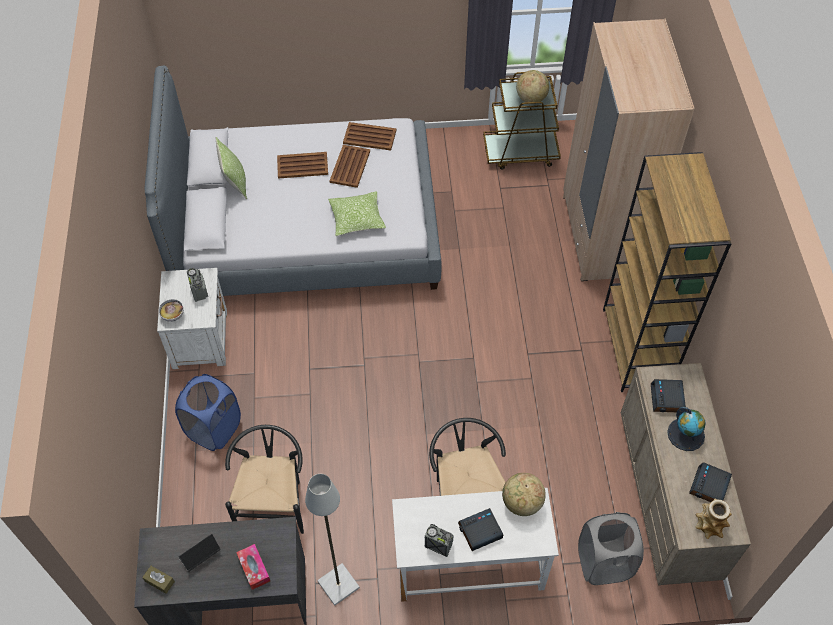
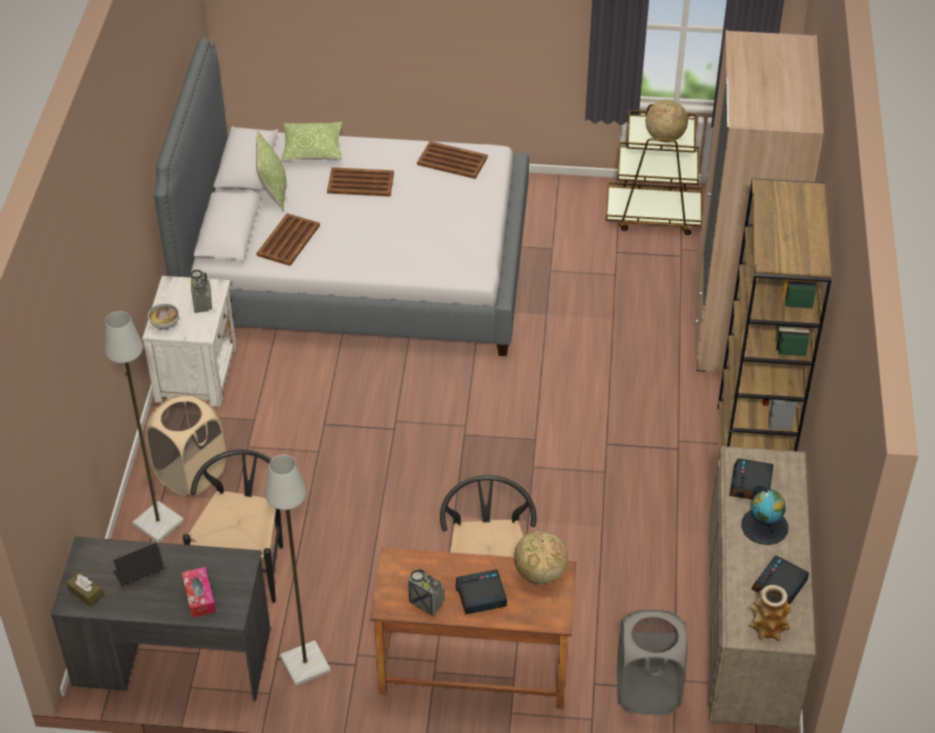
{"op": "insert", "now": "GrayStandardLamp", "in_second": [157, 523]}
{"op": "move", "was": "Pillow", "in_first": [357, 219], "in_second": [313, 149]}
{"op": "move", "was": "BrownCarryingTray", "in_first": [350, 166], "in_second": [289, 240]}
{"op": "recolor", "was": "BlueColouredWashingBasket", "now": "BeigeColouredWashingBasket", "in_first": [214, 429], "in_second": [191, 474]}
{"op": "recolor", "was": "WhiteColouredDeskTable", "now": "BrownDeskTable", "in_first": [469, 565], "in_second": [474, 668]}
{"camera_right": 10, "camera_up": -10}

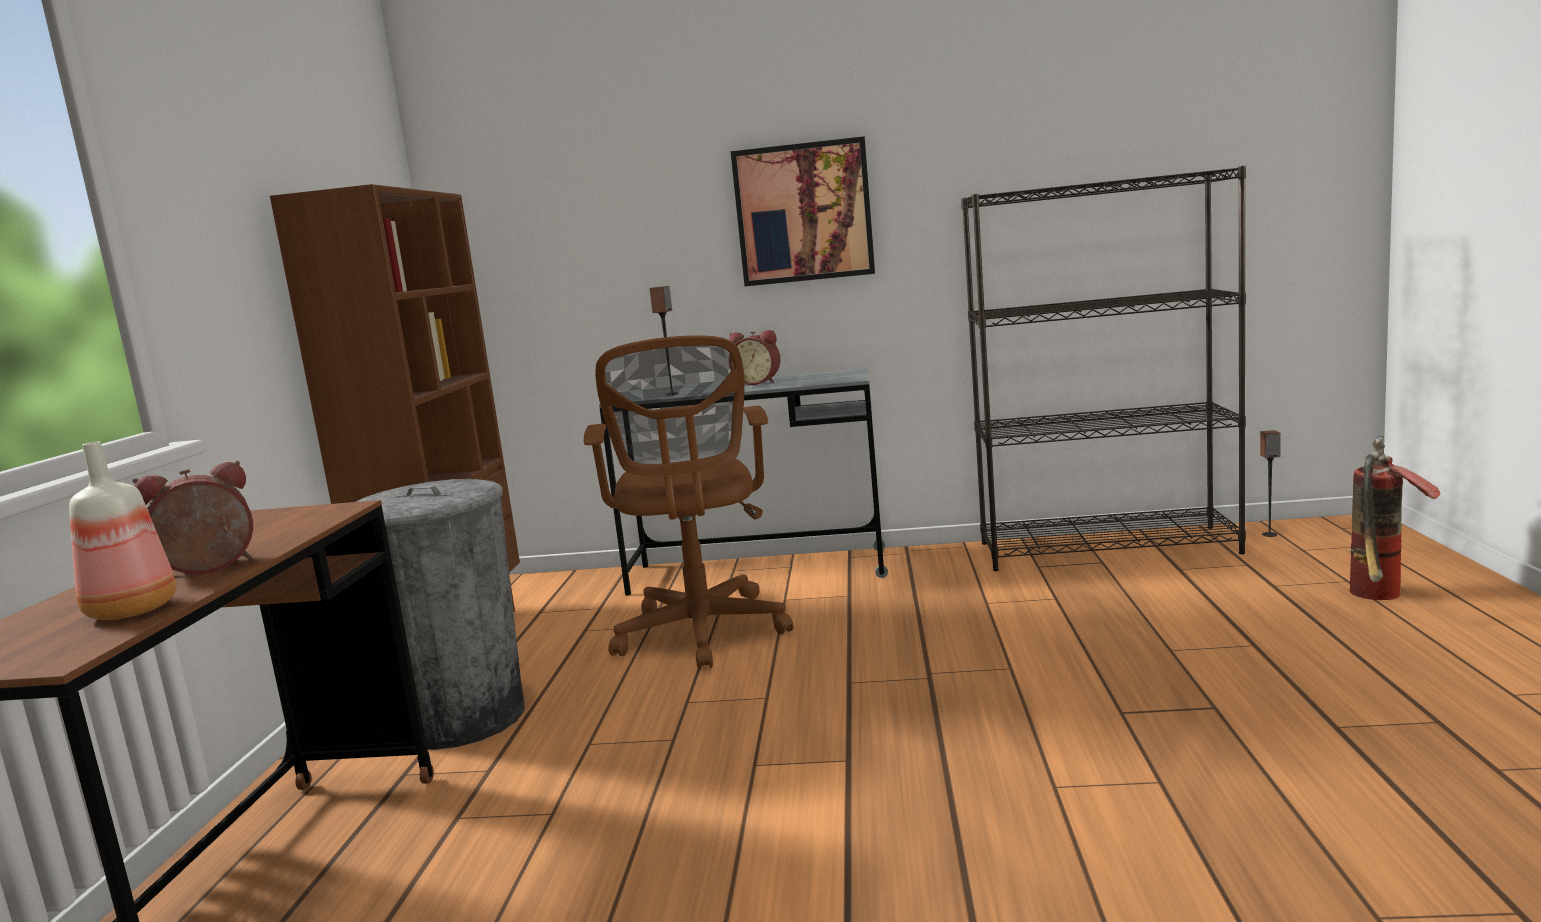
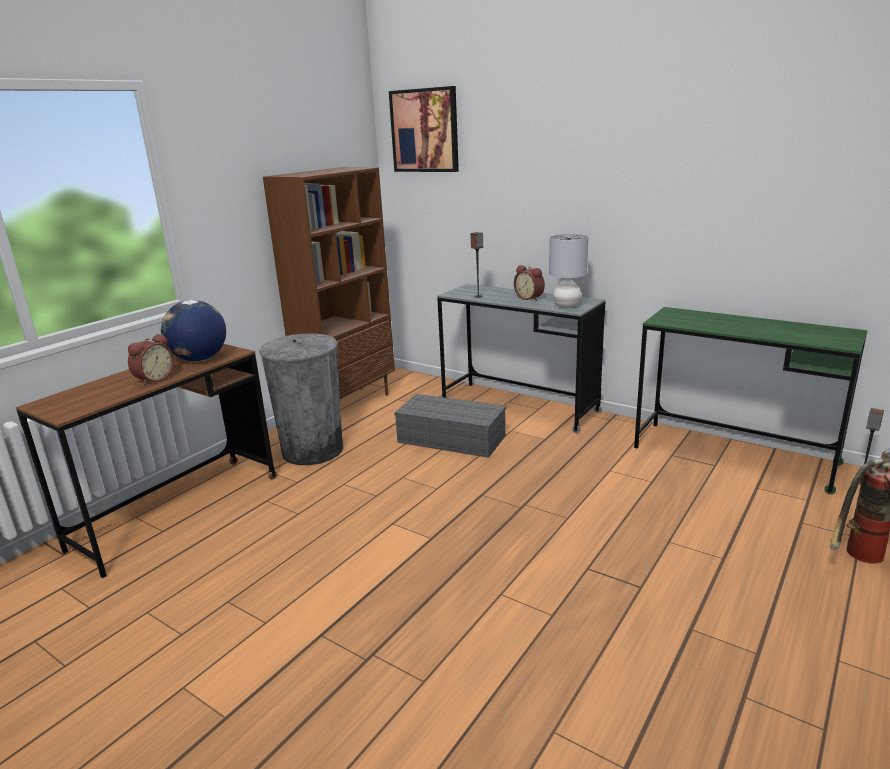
{"op": "delete", "was": "DrinkBottle", "in_first": [133, 611]}
{"op": "insert", "now": "DeskGlobe", "in_second": [199, 359]}
{"op": "insert", "now": "GrayLampForATable", "in_second": [567, 305]}
{"op": "move", "was": "WallArt", "in_first": [803, 213], "in_second": [425, 130]}
{"op": "replace", "was": "BrownDeskChair", "now": "GrayStorageContainer", "in_first": [701, 634], "in_second": [449, 439]}
{"op": "replace", "was": "BlackishBookshelf", "now": "GreenishDeskTable", "in_first": [1107, 548], "in_second": [733, 455]}
{"op": "rotate", "was": "AlarmClock", "in_first": [209, 569], "in_second": [153, 379], "clockwise": 120}
{"camera_right": 30, "camera_up": 10}

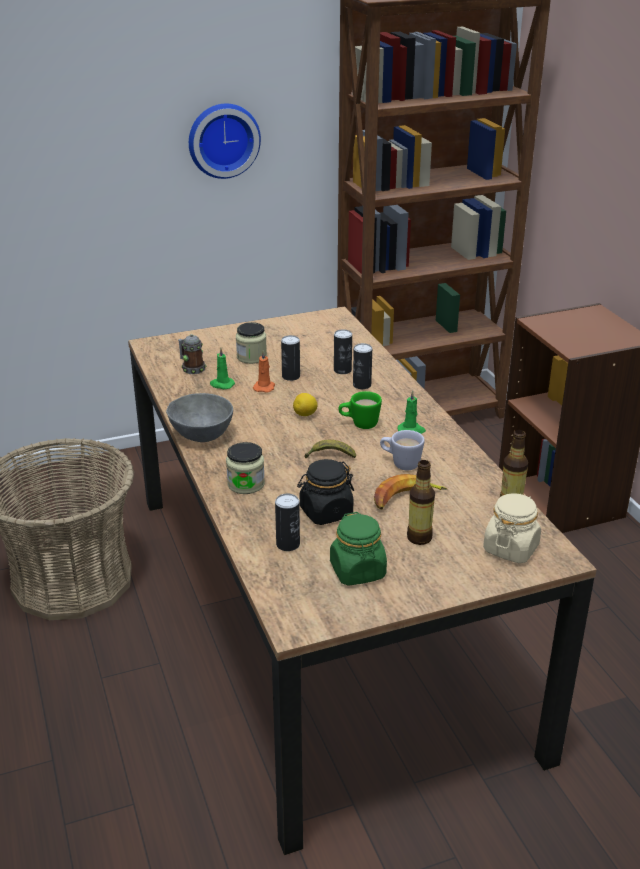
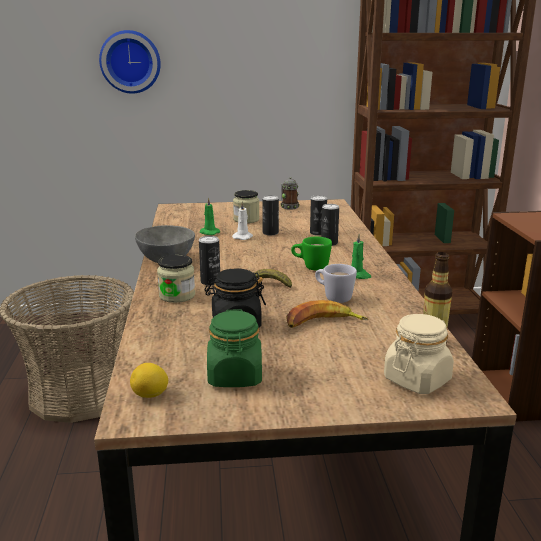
{"op": "delete", "was": "DrinkBottle", "in_first": [419, 538]}
{"op": "move", "was": "CoffeeMug", "in_first": [191, 368], "in_second": [288, 206]}
{"op": "move", "was": "ClockOnTheWall", "in_first": [223, 139], "in_second": [130, 62]}
{"op": "move", "was": "MetalCan", "in_first": [288, 544], "in_second": [210, 282]}
{"op": "move", "was": "WholeLemon", "in_first": [305, 415], "in_second": [150, 395]}
{"op": "recolor", "was": "OrangeCandle", "now": "WhiteColouredCandle", "in_first": [264, 387], "in_second": [243, 237]}
{"camera_right": 15, "camera_up": -10}

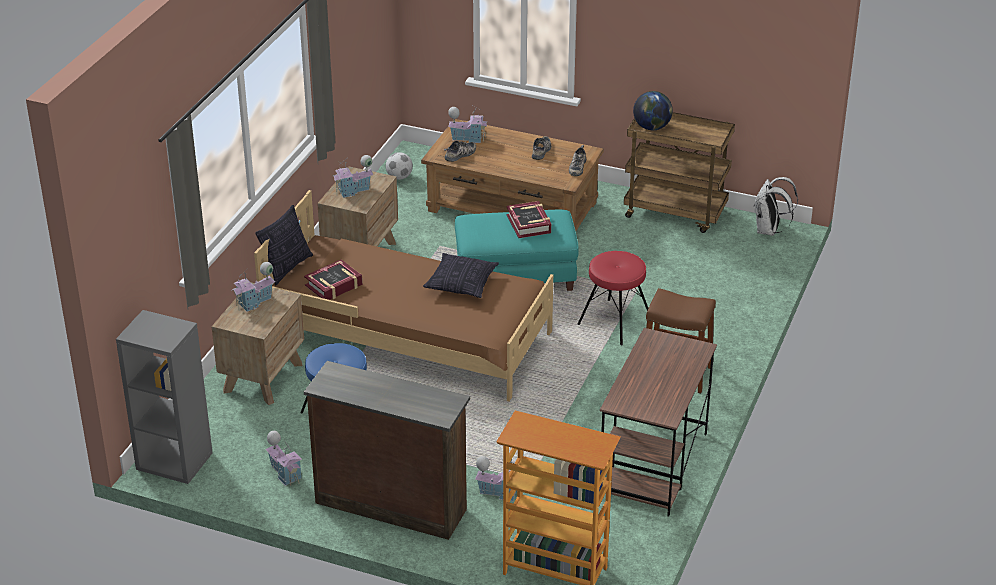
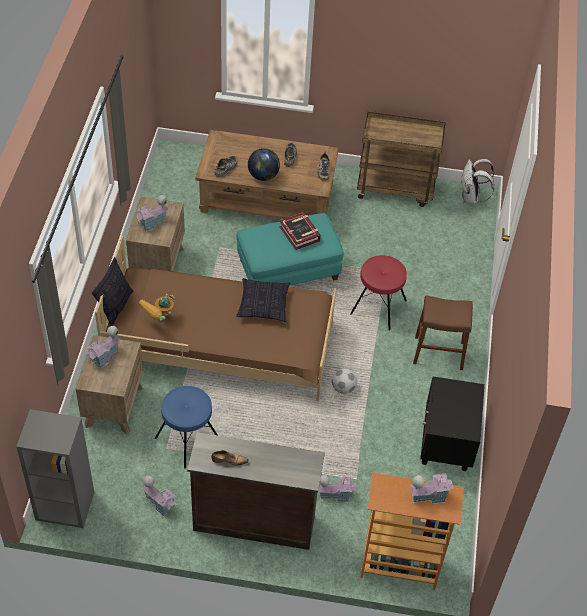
{"op": "insert", "now": "LowShoe", "in_second": [229, 460]}
{"op": "move", "was": "BallForFootball", "in_first": [399, 177], "in_second": [343, 388]}
{"op": "move", "was": "ToyHouse", "in_first": [468, 138], "in_second": [428, 496]}
{"op": "move", "was": "DeskGlobe", "in_first": [652, 127], "in_second": [263, 175]}
{"op": "replace", "was": "Book", "now": "ToyRobot", "in_first": [334, 285], "in_second": [160, 321]}
{"op": "replace", "was": "BrownDeskTable", "now": "BlackishBedsideTable", "in_first": [653, 465], "in_second": [446, 448]}
{"camera_right": -15, "camera_up": 15}

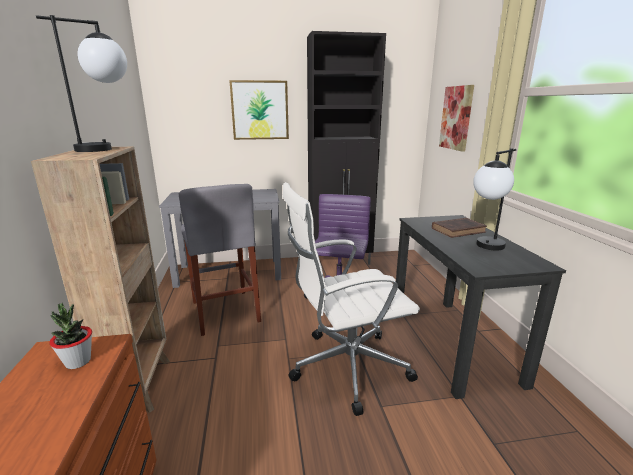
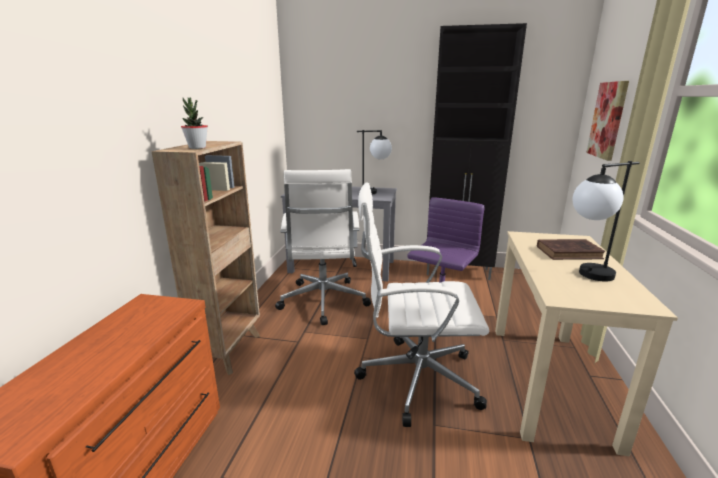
{"op": "delete", "was": "WallArt", "in_first": [260, 110]}
{"op": "move", "was": "LampForATable", "in_first": [109, 149], "in_second": [375, 192]}
{"op": "move", "was": "Houseplant", "in_first": [78, 362], "in_second": [197, 148]}
{"op": "replace", "was": "GrayStool", "now": "WhiteColouredDeskChair", "in_first": [225, 311], "in_second": [323, 302]}
{"op": "recolor", "was": "BlackishDeskTable", "now": "BeigeColouredDeskTable", "in_first": [452, 342], "in_second": [548, 381]}
{"camera_right": 20, "camera_up": 0}

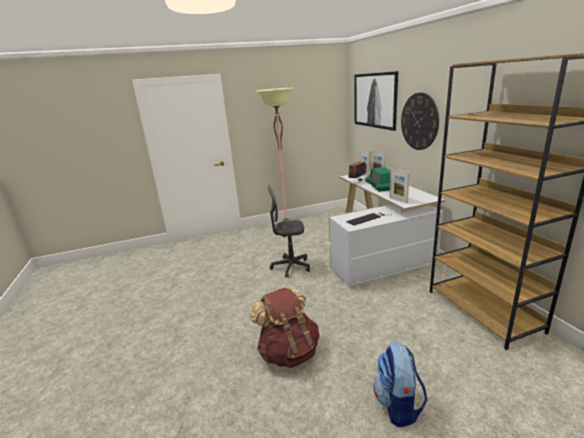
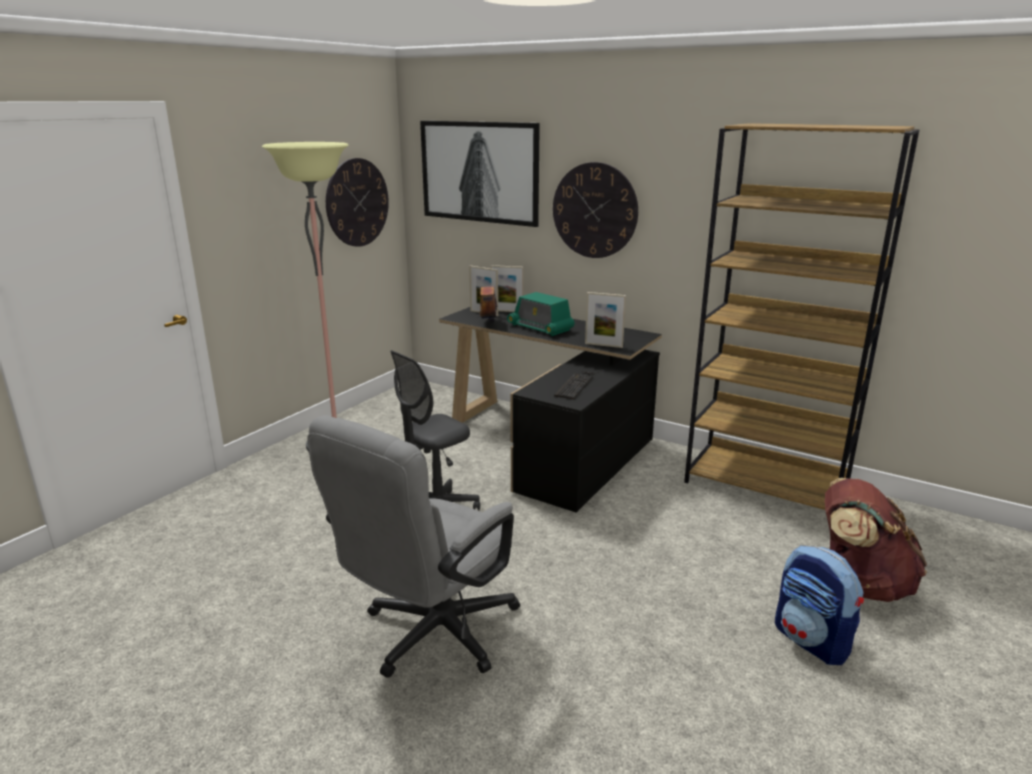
{"op": "insert", "now": "GrayDeskChair", "in_second": [430, 636]}
{"op": "insert", "now": "ClockOnTheWall", "in_second": [357, 202]}
{"op": "move", "was": "BrownBackpack", "in_first": [288, 352], "in_second": [860, 583]}
{"op": "recolor", "was": "WhiteColouredDeskTable", "now": "BlackishDeskTable", "in_first": [378, 251], "in_second": [551, 443]}
{"camera_right": -40, "camera_up": 0}

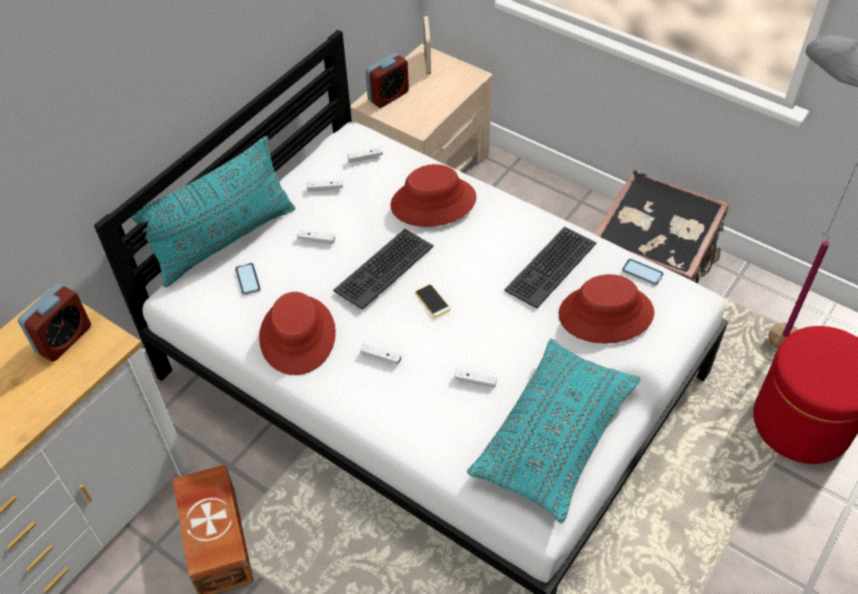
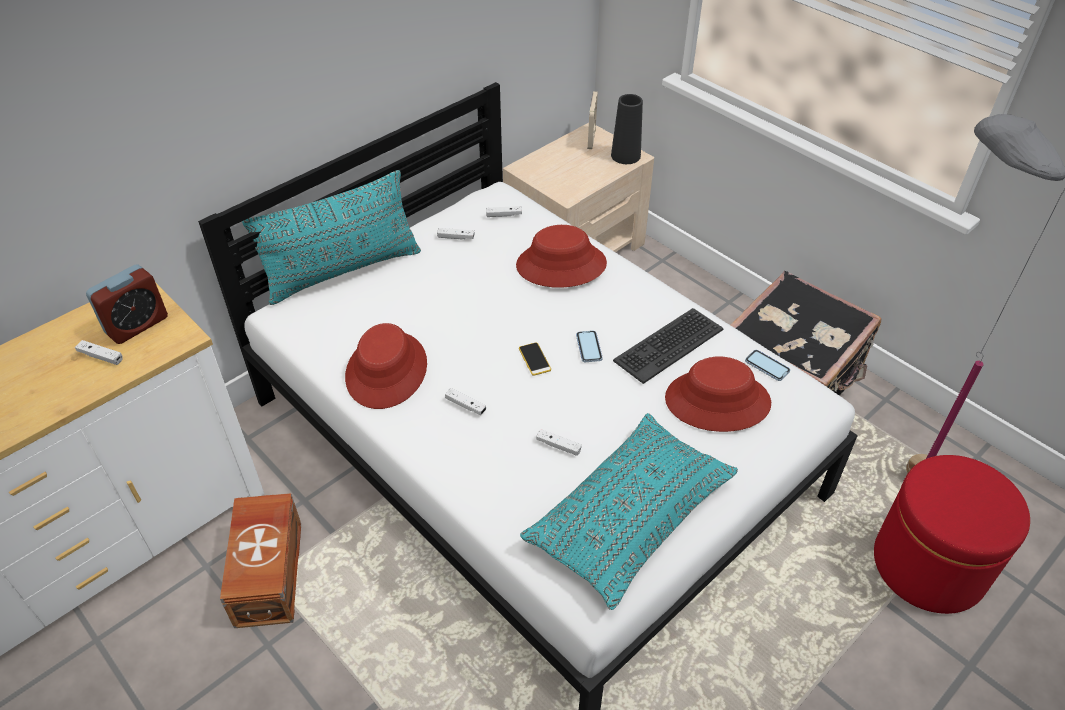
{"op": "delete", "was": "Keyboard", "in_first": [383, 268]}
{"op": "delete", "was": "AlarmClock", "in_first": [388, 96]}
{"op": "insert", "now": "BlackishVase", "in_second": [625, 156]}
{"op": "move", "was": "Telephone", "in_first": [248, 280], "in_second": [589, 347]}
{"op": "move", "was": "WhiteColouredGameController", "in_first": [316, 240], "in_second": [101, 356]}
{"camera_right": 10, "camera_up": -5}

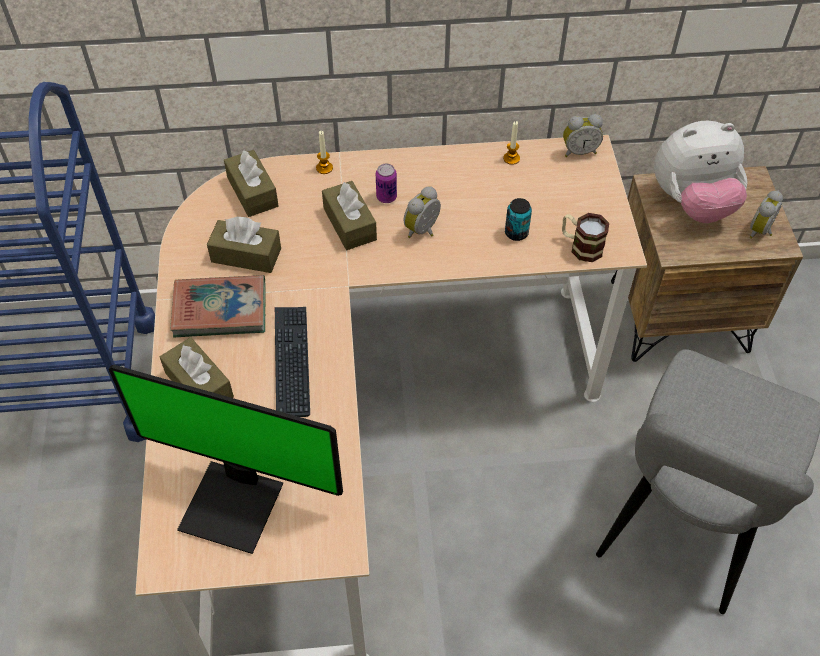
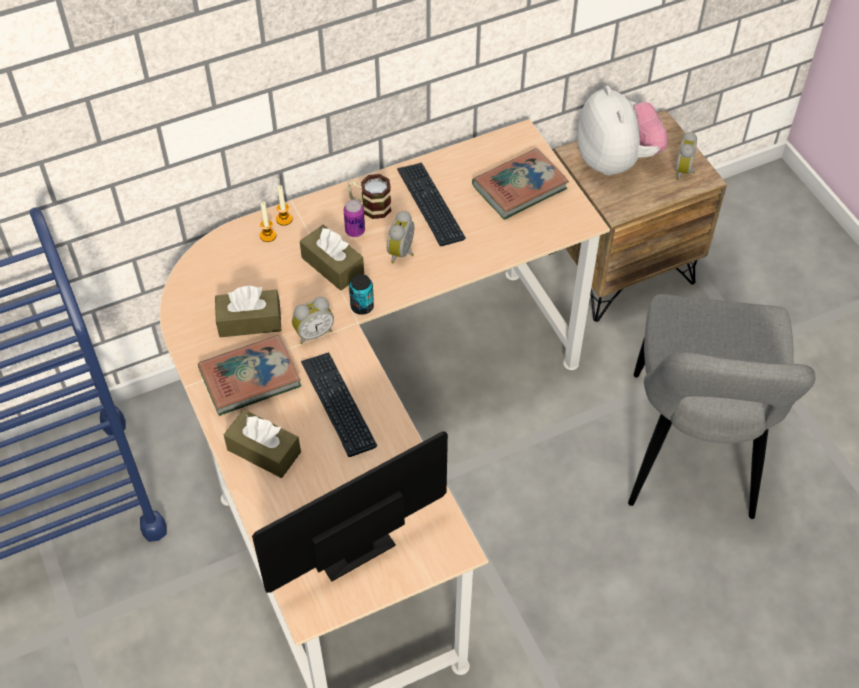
{"op": "delete", "was": "BrownTissueBox", "in_first": [252, 192]}
{"op": "insert", "now": "Keyboard", "in_second": [430, 205]}
{"op": "insert", "now": "Book", "in_second": [519, 188]}
{"op": "move", "was": "Candle", "in_first": [511, 158], "in_second": [268, 235]}
{"op": "move", "was": "MetalCan", "in_first": [516, 233], "in_second": [362, 306]}
{"op": "move", "was": "CoffeeMug", "in_first": [580, 246], "in_second": [370, 206]}
{"op": "move", "was": "AlarmClock", "in_first": [579, 151], "in_second": [313, 333]}
{"op": "rotate", "was": "ComputerDisplay", "in_first": [235, 503], "in_second": [346, 541], "clockwise": 150}
{"op": "rotate", "was": "PlushToy", "in_first": [692, 203], "in_second": [616, 161], "clockwise": -75}
{"camera_right": -20, "camera_up": 0}

